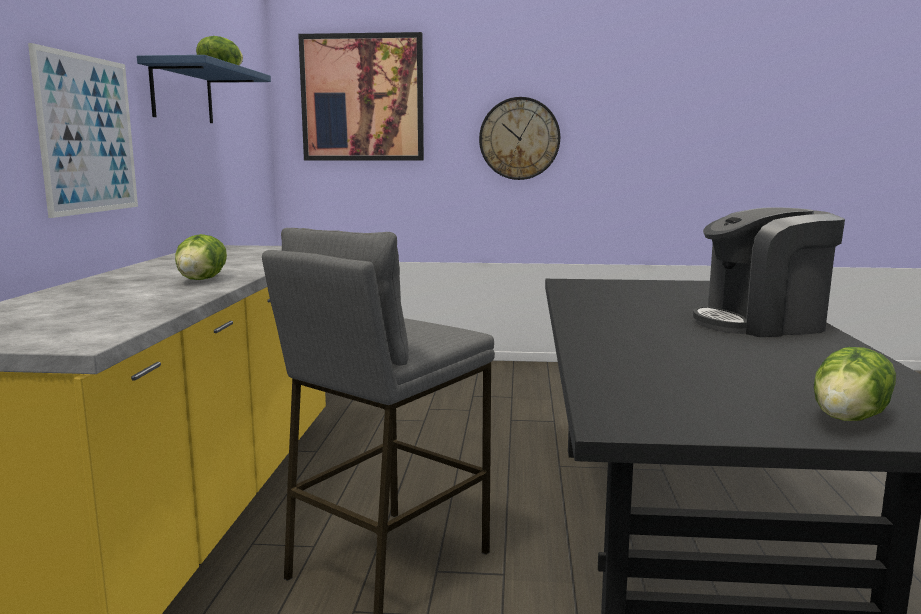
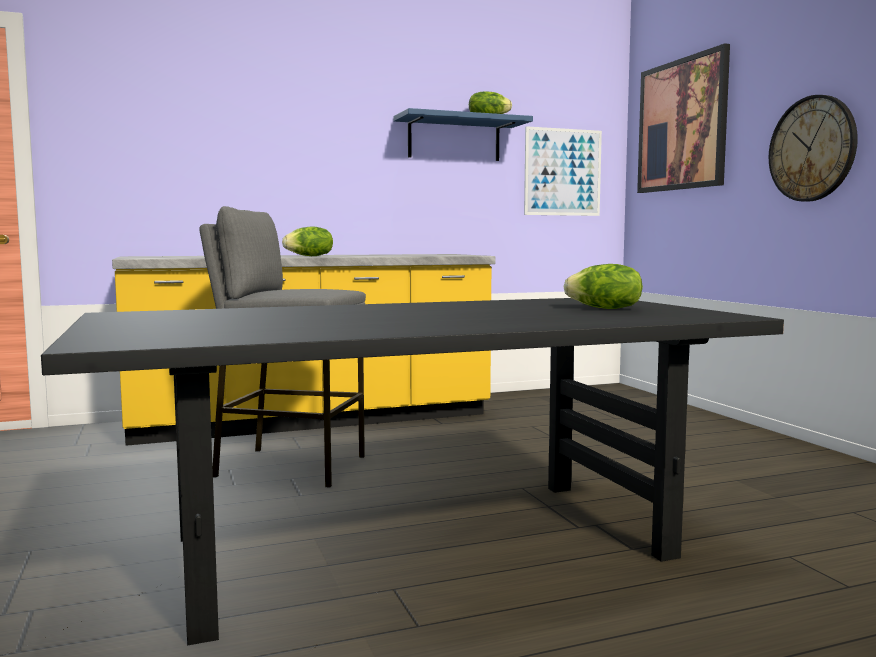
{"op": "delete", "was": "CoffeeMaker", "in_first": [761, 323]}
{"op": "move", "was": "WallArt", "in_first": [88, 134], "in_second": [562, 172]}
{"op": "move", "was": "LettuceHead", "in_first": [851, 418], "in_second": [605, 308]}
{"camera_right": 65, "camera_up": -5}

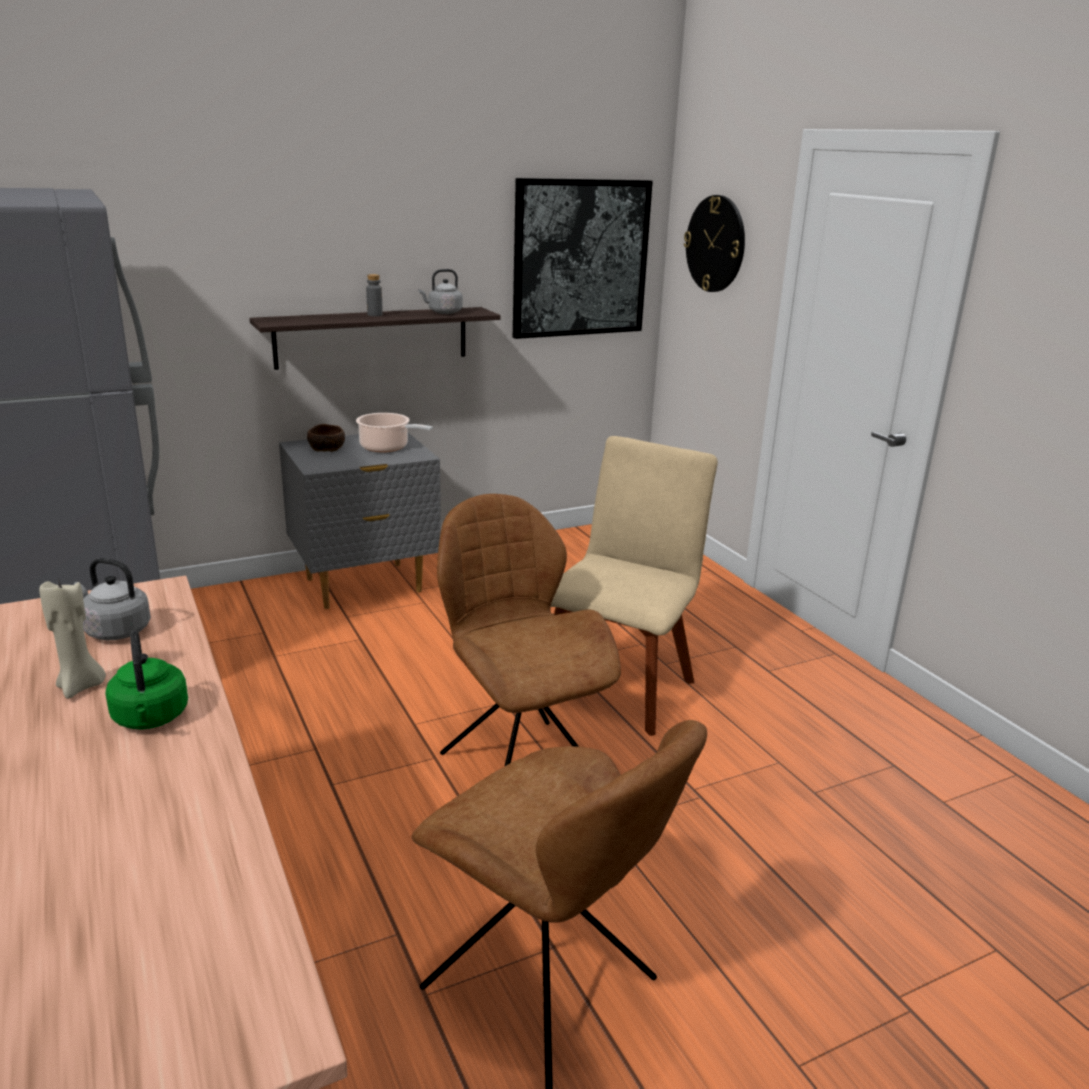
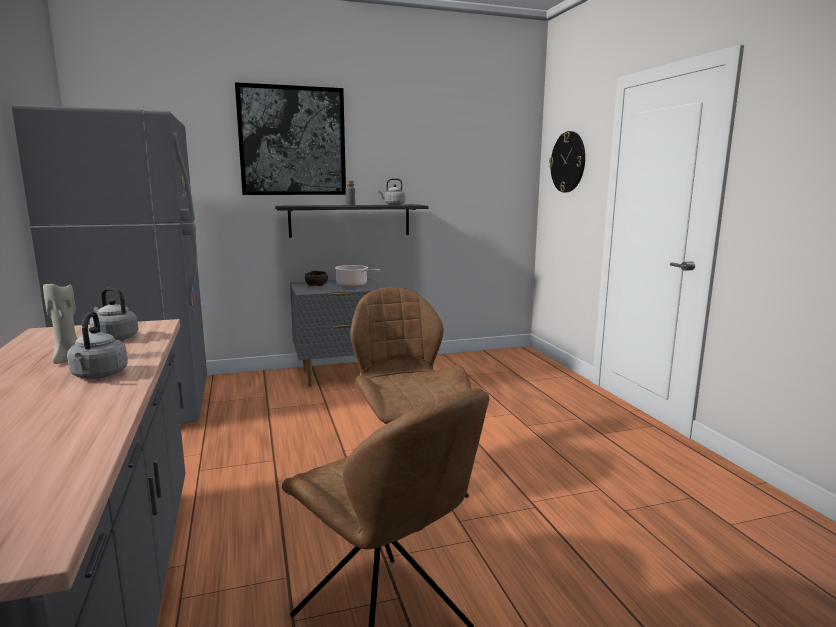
{"op": "delete", "was": "BeigeColouredChair", "in_first": [620, 686]}
{"op": "move", "was": "WallArt", "in_first": [580, 258], "in_second": [292, 141]}
{"op": "recolor", "was": "GreenishKettle", "now": "GrayKettle", "in_first": [150, 719], "in_second": [99, 375]}
{"camera_right": 10, "camera_up": -10}

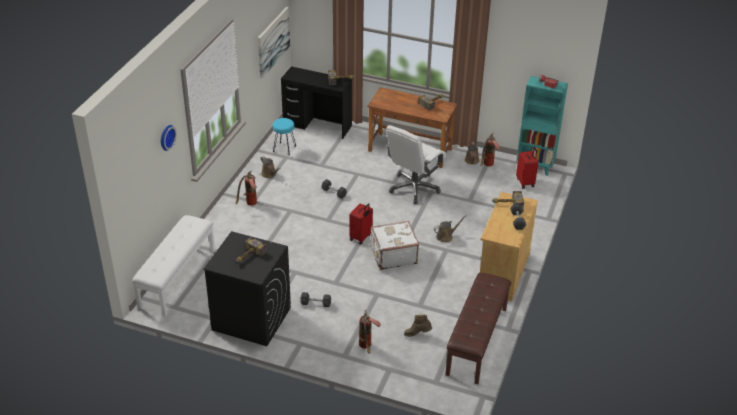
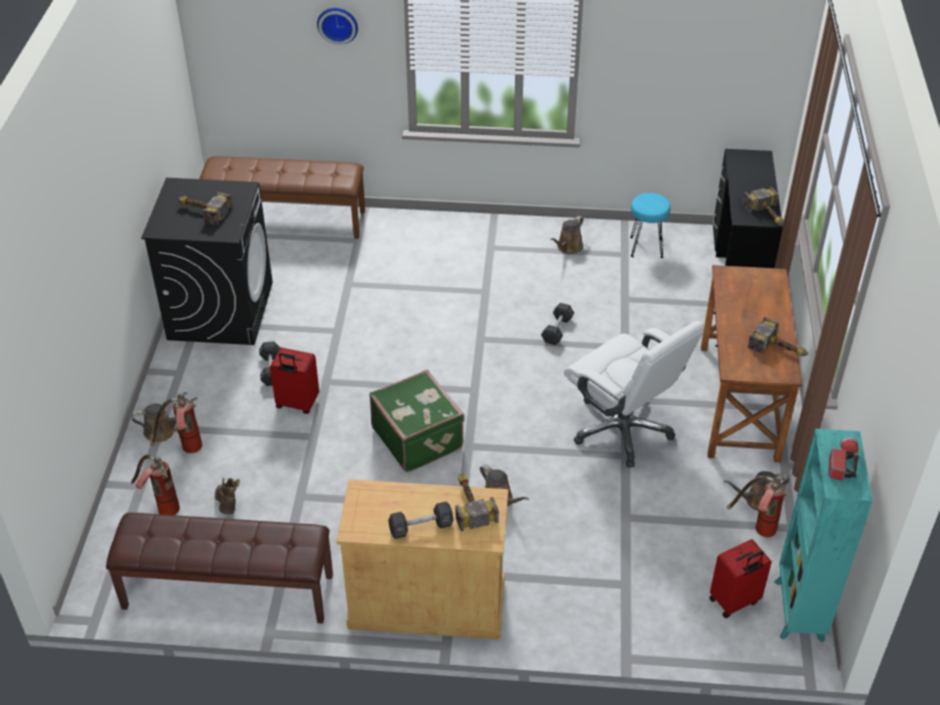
{"op": "delete", "was": "WallArt", "in_first": [273, 41]}
{"op": "insert", "now": "BrownSprinklingCan", "in_second": [162, 430]}
{"op": "move", "was": "Extinguisher", "in_first": [249, 204], "in_second": [160, 507]}
{"op": "move", "was": "RedColouredPieceOfLuggage", "in_first": [361, 237], "in_second": [297, 404]}
{"op": "recolor", "was": "WhiteColouredLongSeat", "now": "BrownLongSeat", "in_first": [177, 278], "in_second": [287, 220]}
{"op": "recolor", "was": "WhiteColouredPieceOfLuggage", "now": "GreenishPieceOfLuggage", "in_first": [393, 255], "in_second": [418, 437]}
{"op": "rotate", "was": "WhiteColouredDeskChair", "in_first": [414, 188], "in_second": [623, 429], "clockwise": -150}
{"camera_right": 75, "camera_up": 5}

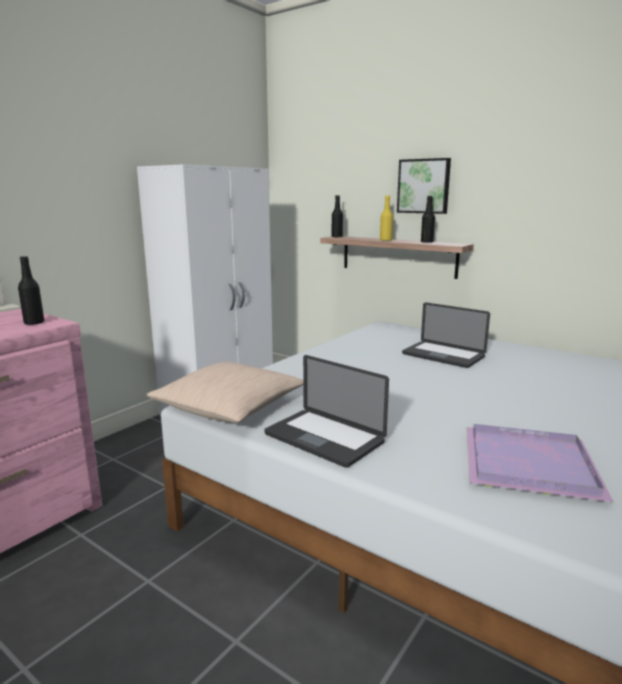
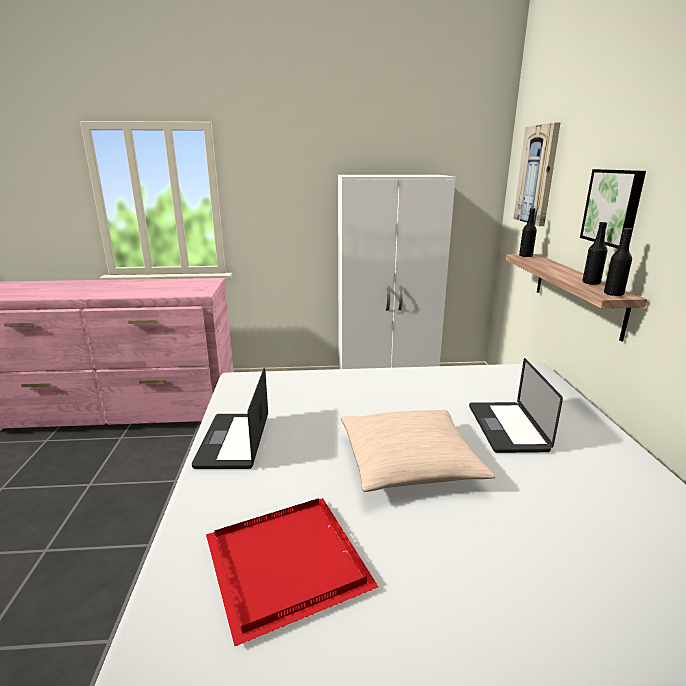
{"op": "delete", "was": "YellowishDrinkBottle", "in_first": [385, 240]}
{"op": "insert", "now": "WallArt", "in_second": [537, 175]}
{"op": "move", "was": "BlackishDrinkBottle", "in_first": [34, 323], "in_second": [613, 294]}
{"op": "move", "was": "BeigeColouredPillow", "in_first": [230, 407], "in_second": [409, 463]}
{"op": "recolor", "was": "PurpleColouredCarryingTray", "now": "RedColouredCarryingTray", "in_first": [531, 463], "in_second": [290, 565]}
{"camera_right": 50, "camera_up": 5}

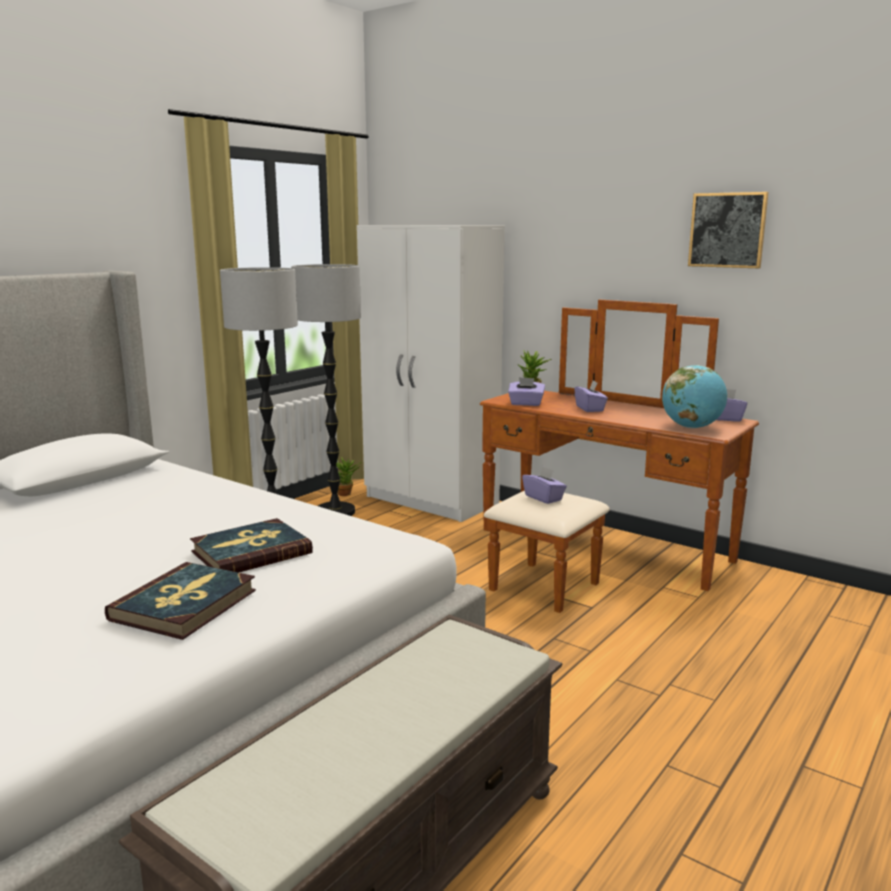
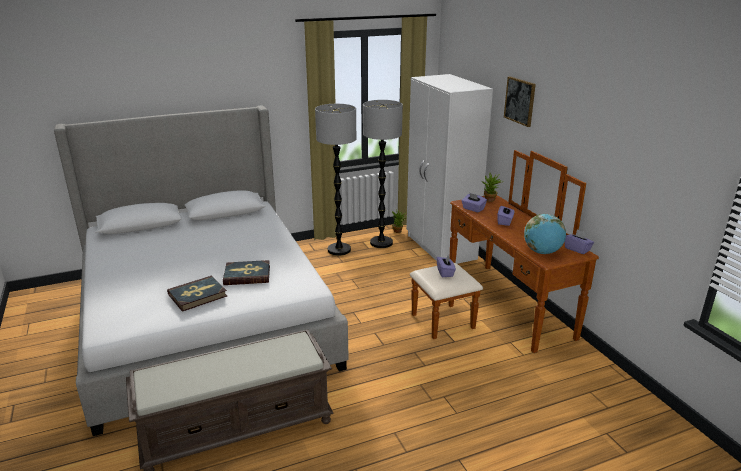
{"op": "move", "was": "WallArt", "in_first": [727, 230], "in_second": [520, 101]}
{"camera_right": 30, "camera_up": 10}

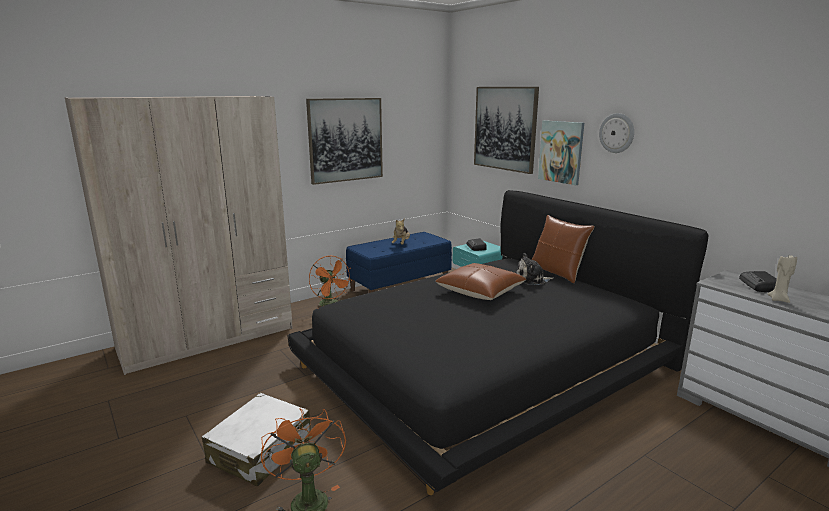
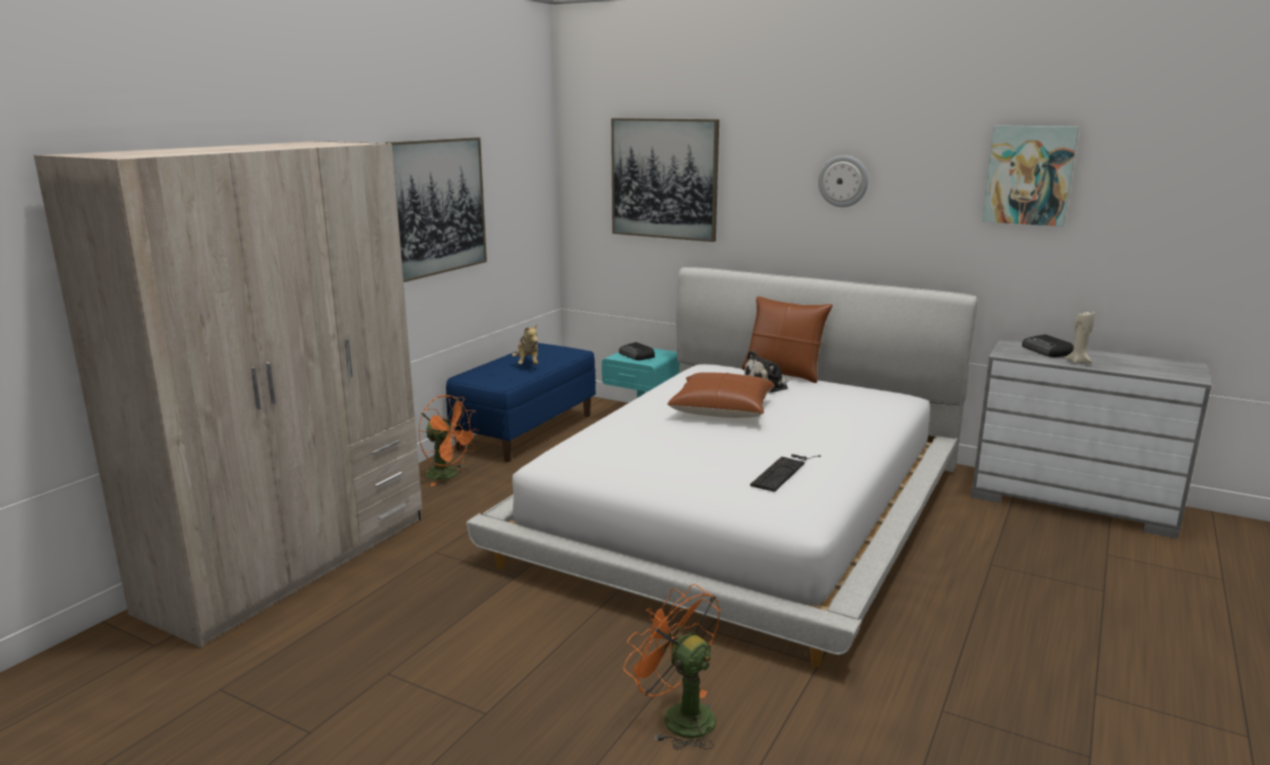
{"op": "delete", "was": "WhiteColouredPieceOfLuggage", "in_first": [261, 450]}
{"op": "insert", "now": "Keyboard", "in_second": [783, 471]}
{"op": "move", "was": "WallArt", "in_first": [561, 152], "in_second": [1029, 175]}
{"op": "recolor", "was": "BlackishSleepingBed", "now": "WhiteColouredSleepingBed", "in_first": [487, 364], "in_second": [743, 508]}
{"camera_right": -25, "camera_up": 0}

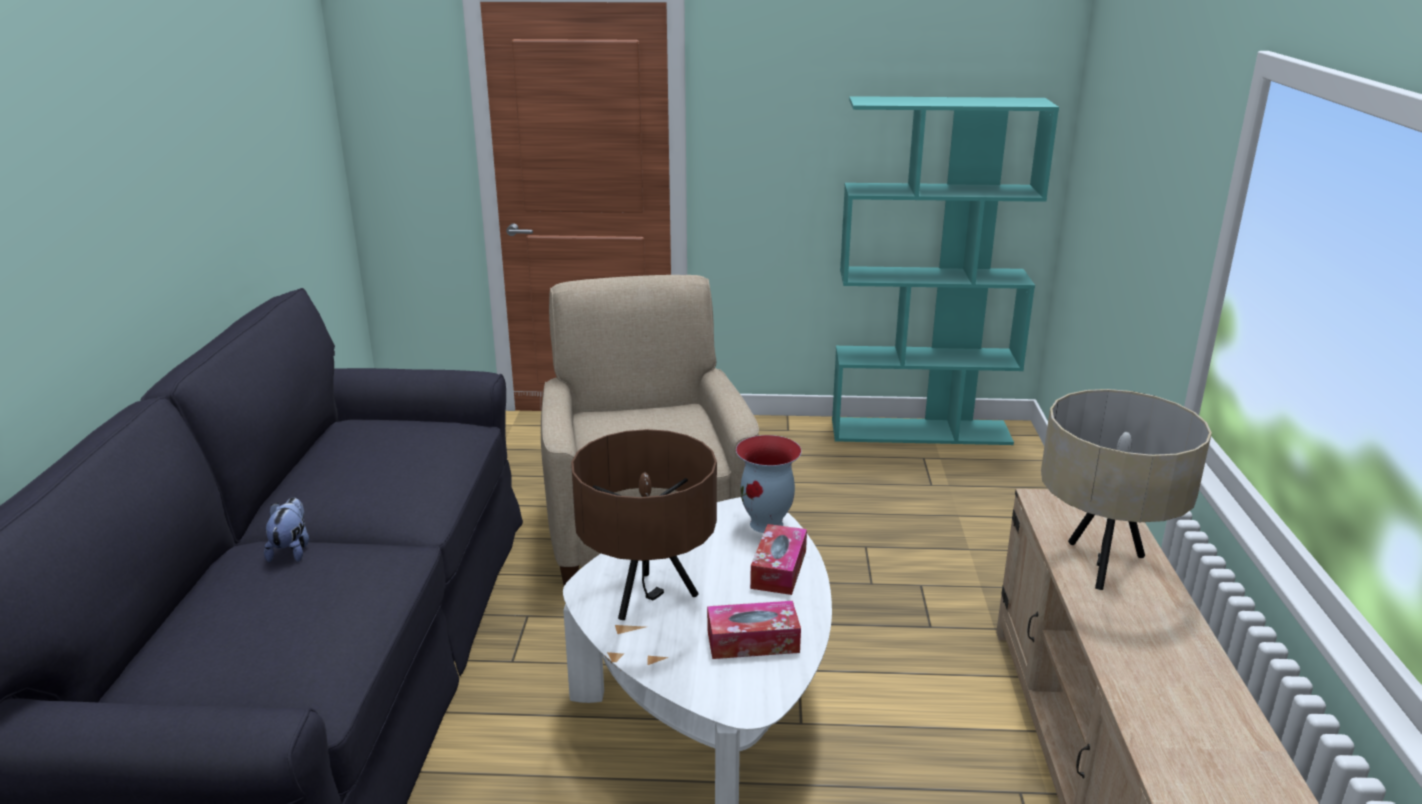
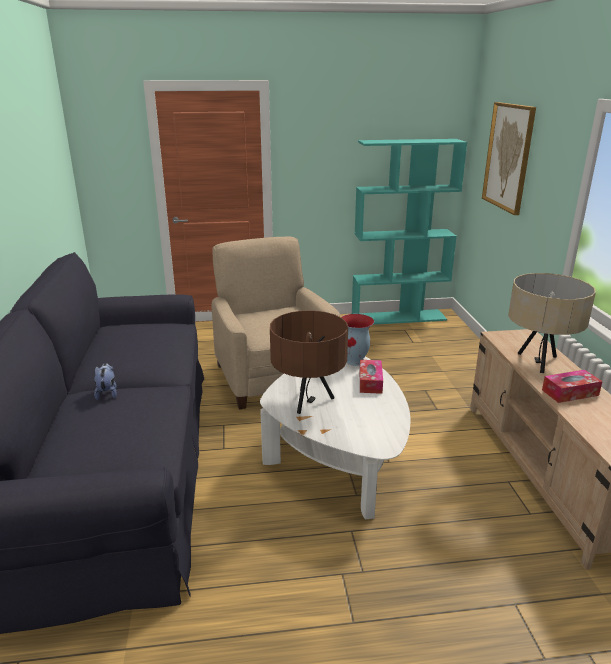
{"op": "insert", "now": "WallArt", "in_second": [508, 157]}
{"op": "move", "was": "TissueBox", "in_first": [752, 641], "in_second": [570, 392]}
{"camera_right": -10, "camera_up": 0}

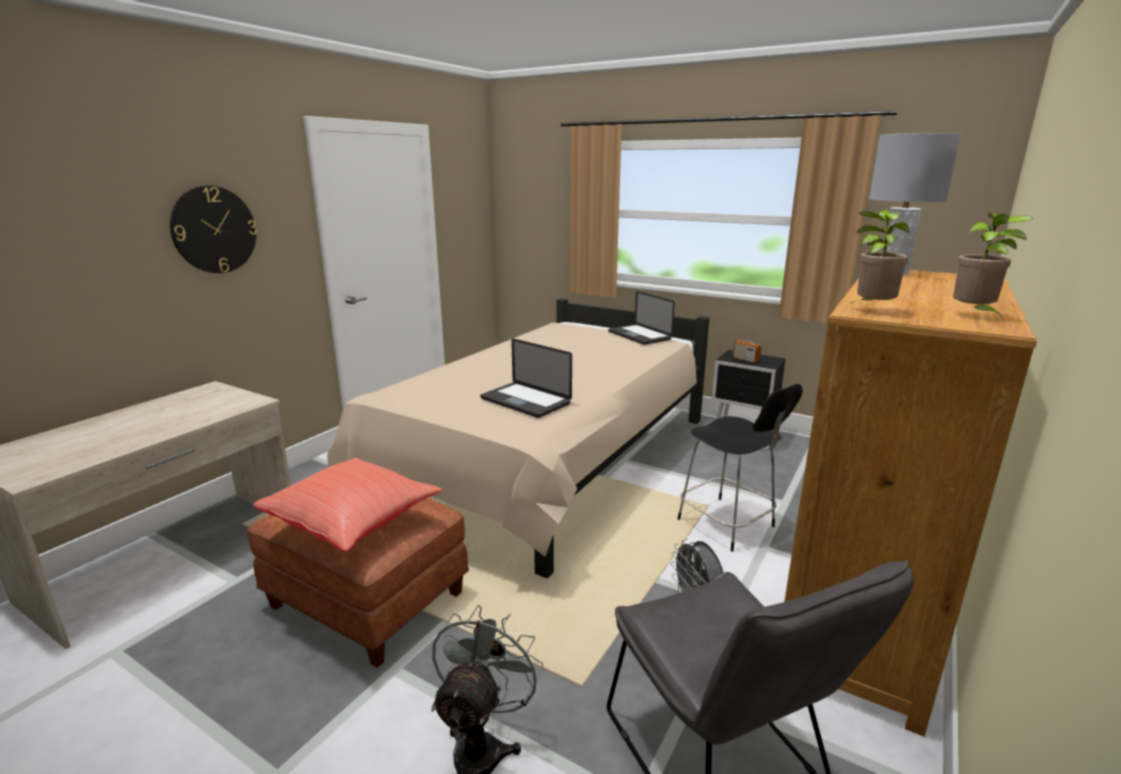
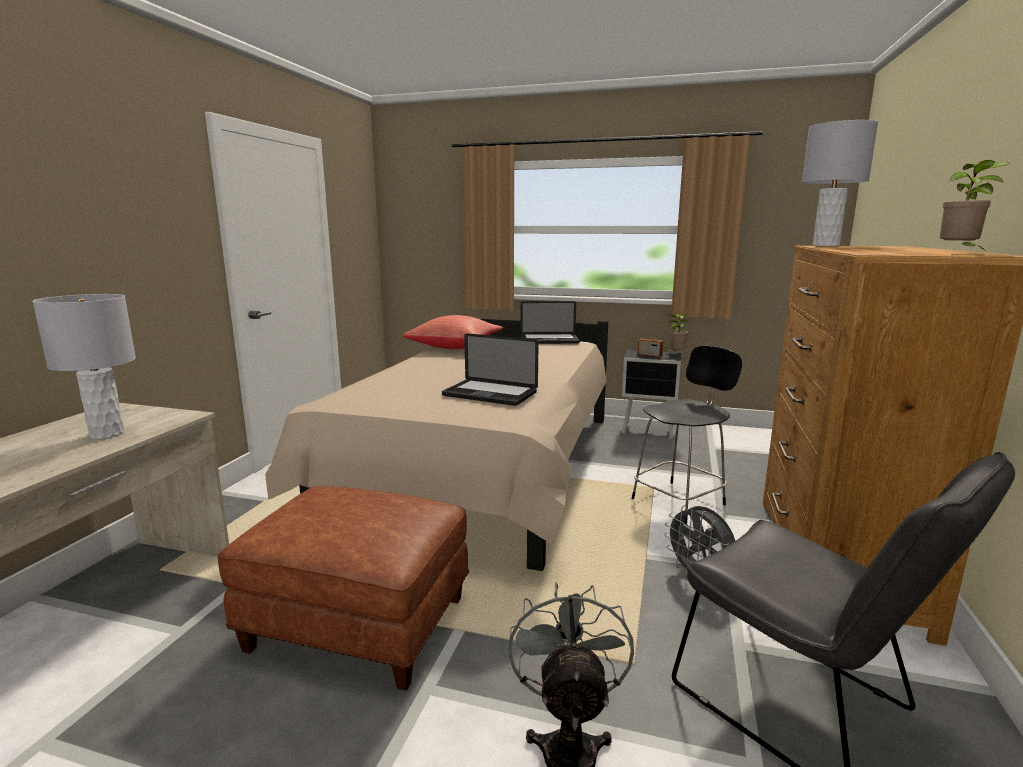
{"op": "delete", "was": "ClockOnTheWall", "in_first": [214, 230]}
{"op": "insert", "now": "GrayLampForATable", "in_second": [106, 434]}
{"op": "move", "was": "RedColouredPillow", "in_first": [354, 522], "in_second": [455, 347]}
{"op": "move", "was": "Houseplant", "in_first": [871, 310], "in_second": [676, 354]}
{"op": "rotate", "was": "PortableComputer", "in_first": [639, 335], "in_second": [549, 340], "clockwise": -45}
{"op": "rotate", "was": "BlackishChair", "in_first": [728, 525], "in_second": [680, 501], "clockwise": -75}
{"camera_right": -15, "camera_up": -5}

